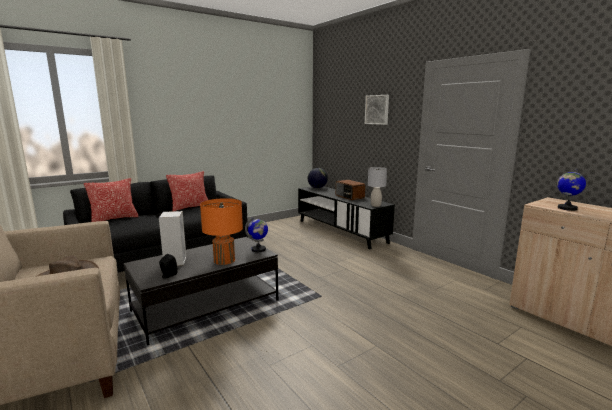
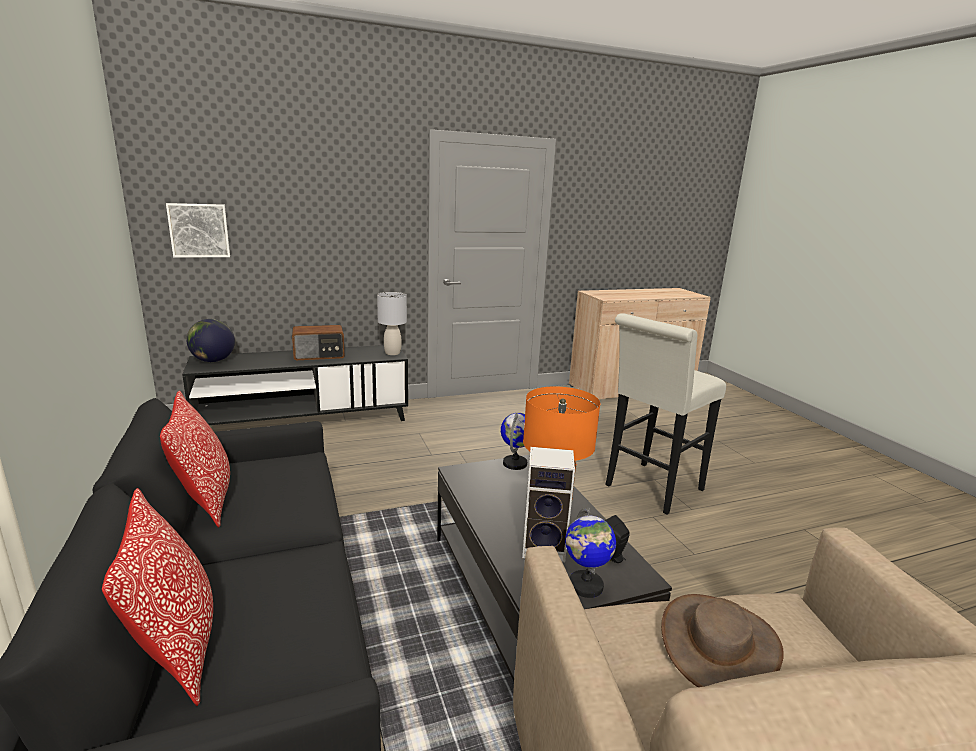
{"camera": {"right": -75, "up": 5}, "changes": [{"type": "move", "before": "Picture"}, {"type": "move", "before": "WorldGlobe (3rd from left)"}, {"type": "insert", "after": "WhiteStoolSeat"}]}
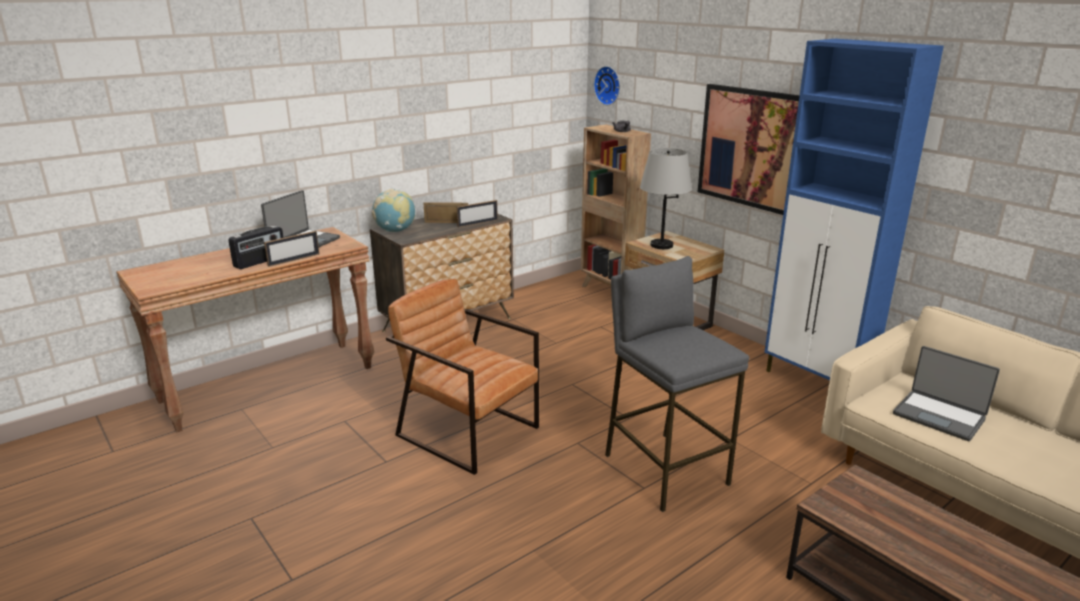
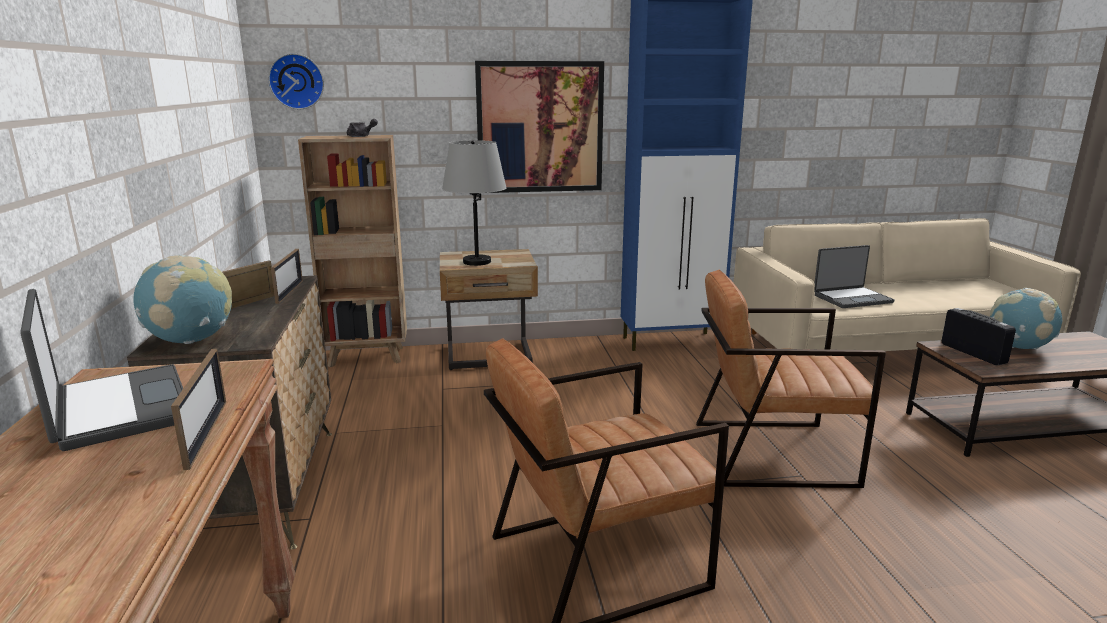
{"camera": {"right": -60, "up": -5}, "changes": [{"type": "move", "before": "RadioReceiver"}, {"type": "replace", "before": "GreyStoolSeat", "after": "BrownEasyChair (2nd from left)"}, {"type": "insert", "after": "WorldGlobe (2nd from left)"}]}
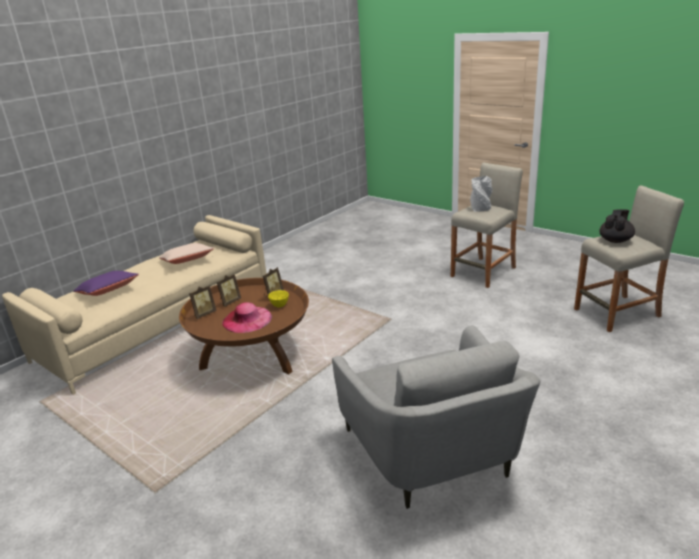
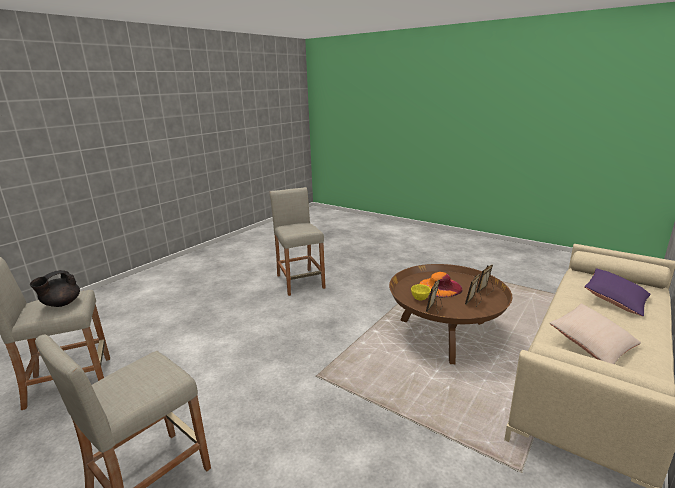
{"camera": {"right": 175, "up": -5}, "changes": [{"type": "delete", "before": "GreyFlowerVase"}, {"type": "recolor", "before": "PinkHat", "after": "OrangeyHat"}, {"type": "replace", "before": "GreyEasyChair", "after": "BeigeColouredStoolSeat (3rd from left)"}]}
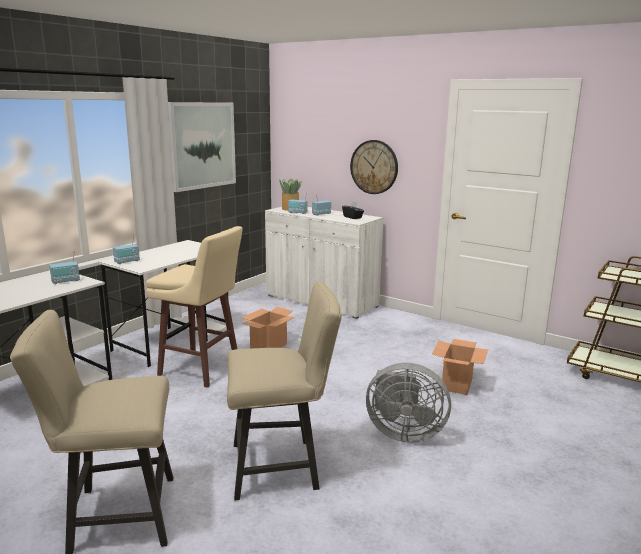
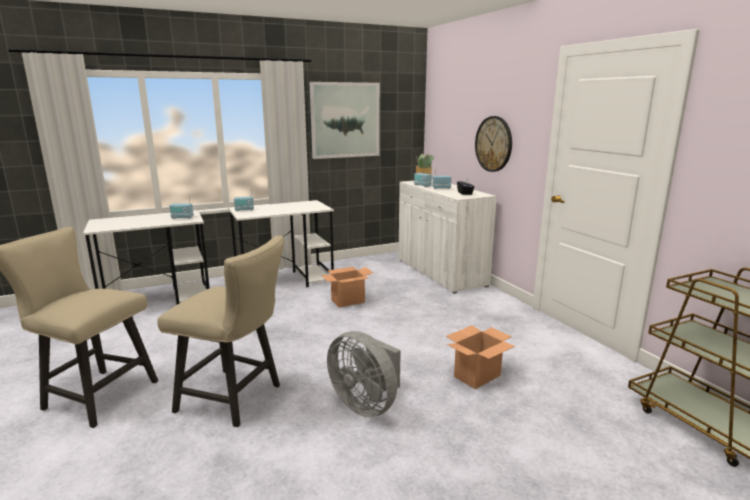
{"camera": {"right": 30, "up": 0}, "changes": [{"type": "delete", "before": "BeigeColouredStoolSeat"}]}
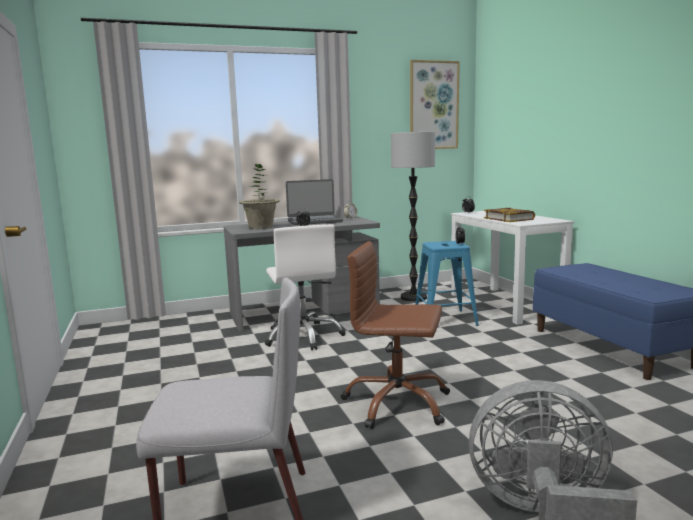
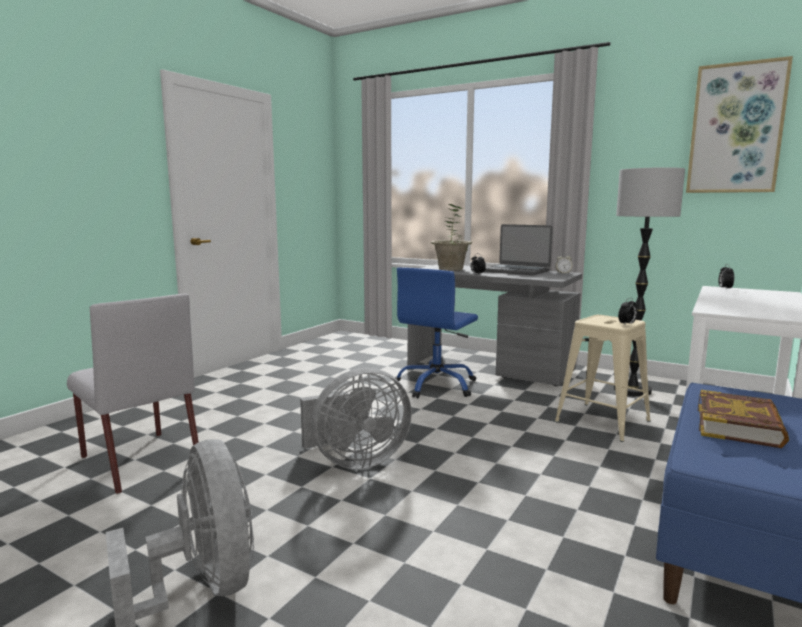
{"camera": {"right": 50, "up": 0}, "changes": [{"type": "move", "before": "Book"}, {"type": "recolor", "before": "WhiteDeskChair", "after": "BlueDeskChair"}, {"type": "replace", "before": "BrownDeskChair", "after": "GreyElectricFan (2nd from left)"}, {"type": "recolor", "before": "BlueStoolSeat", "after": "BeigeColouredStoolSeat"}]}
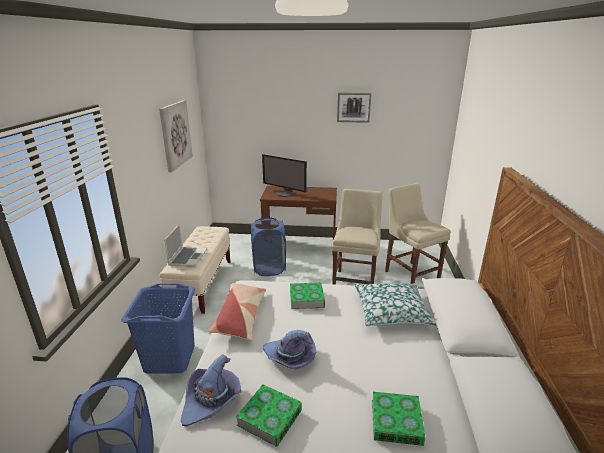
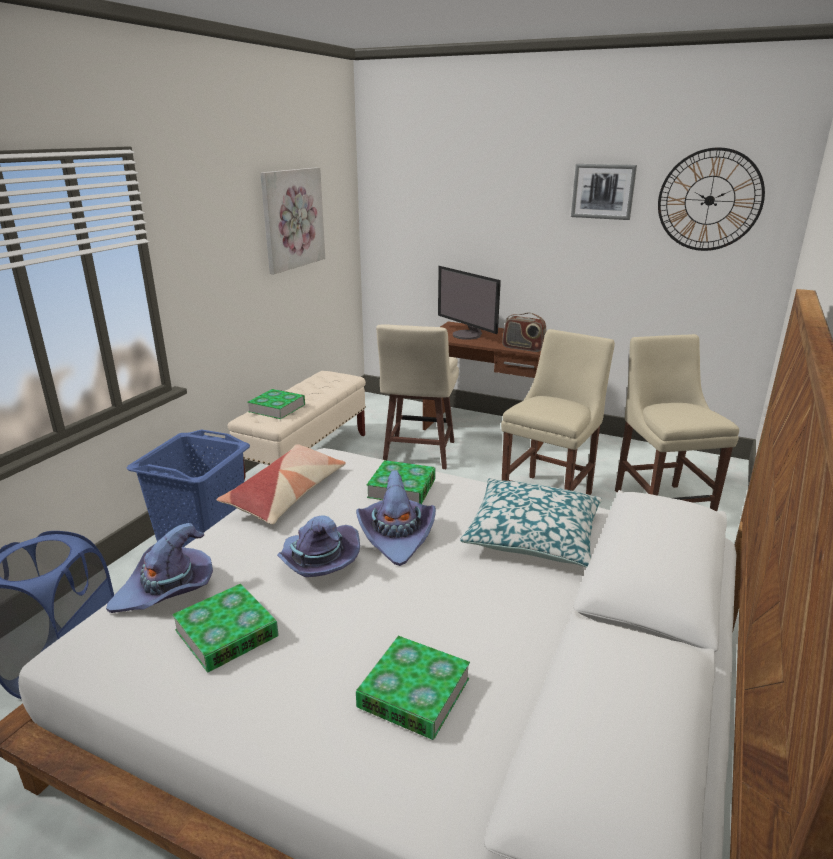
{"camera": {"right": 20, "up": 0}, "changes": [{"type": "replace", "before": "BlueWashingBasket (3rd from left)", "after": "BeigeColouredStoolSeat"}, {"type": "replace", "before": "NotebookComputer", "after": "Book (2nd from left)"}, {"type": "insert", "after": "ClockOnTheWall"}, {"type": "insert", "after": "RadioReceiver"}, {"type": "insert", "after": "PurpleHat (3rd from left)"}]}
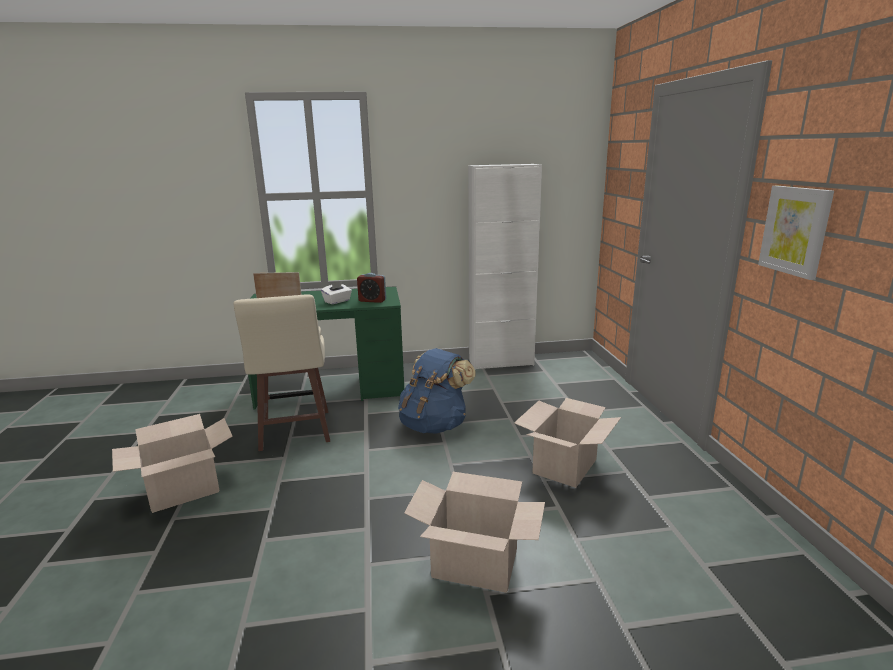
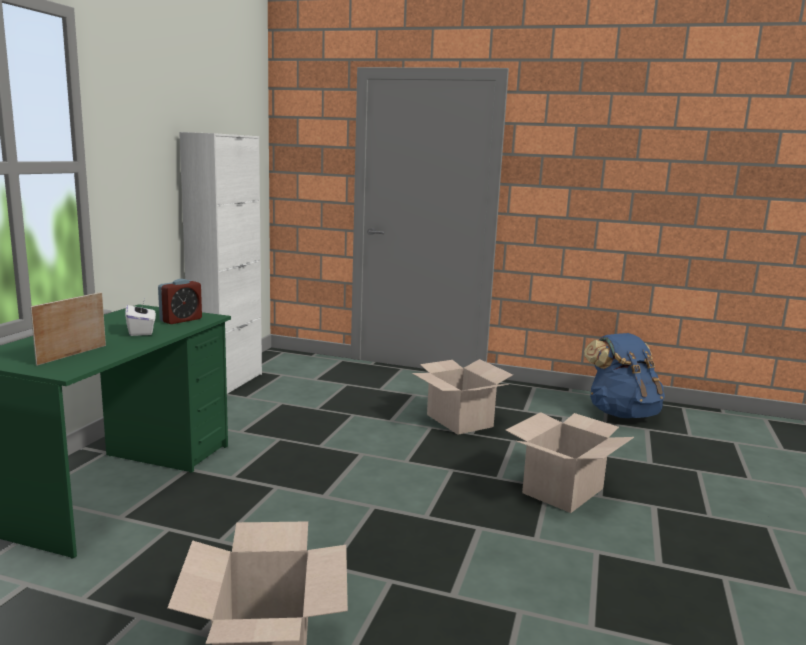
{"camera": {"right": -65, "up": -5}, "changes": [{"type": "delete", "before": "Picture"}, {"type": "delete", "before": "BeigeColouredStoolSeat"}, {"type": "move", "before": "BlueRucksack"}]}
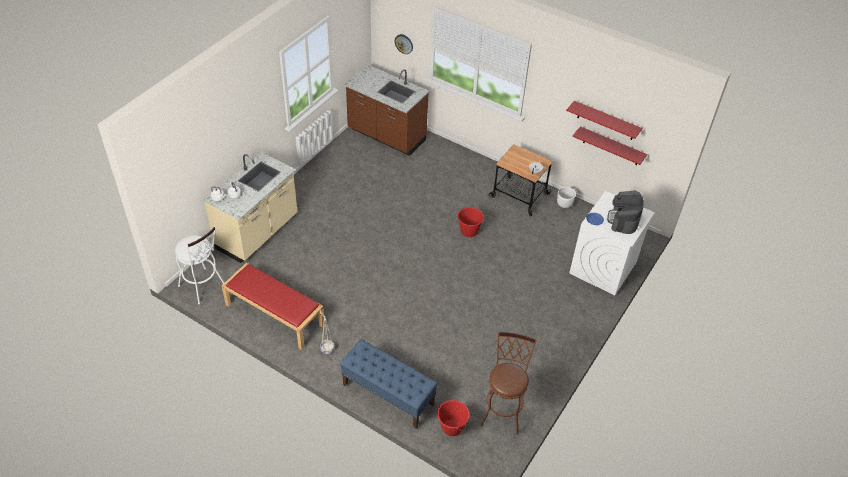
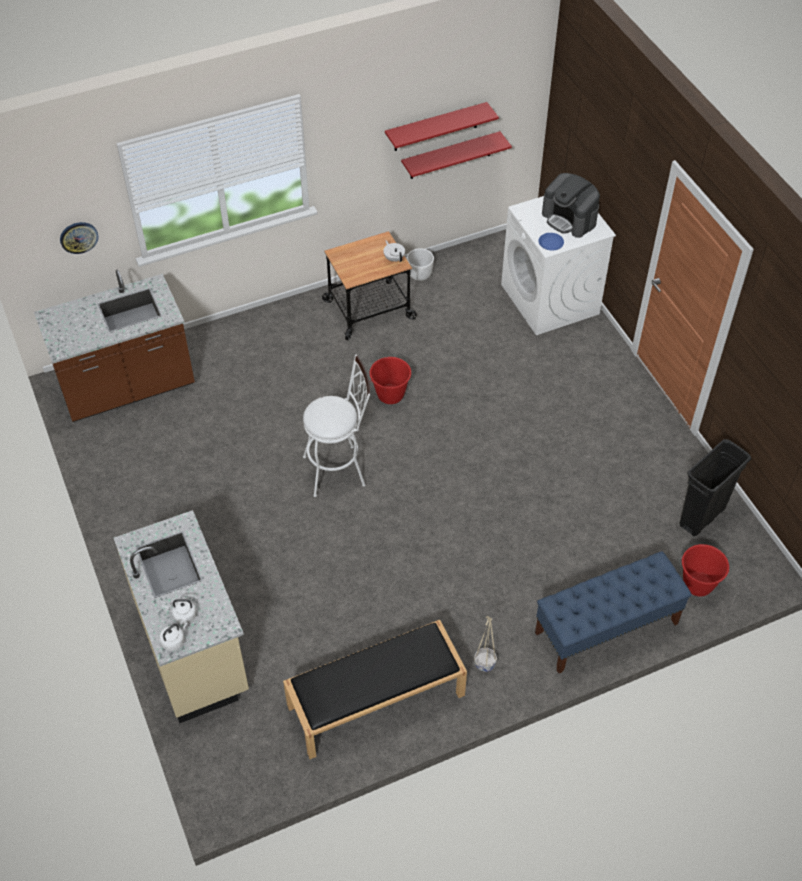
{"camera": {"right": -55, "up": 5}, "changes": [{"type": "move", "before": "WhiteStoolSeat"}, {"type": "recolor", "before": "ReddishBench", "after": "BlackishBench"}, {"type": "replace", "before": "BrownStoolSeat", "after": "BlackishTrashCan"}]}
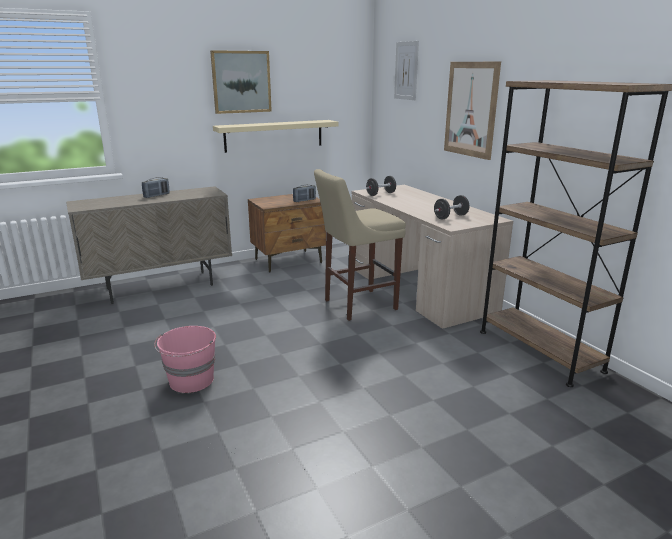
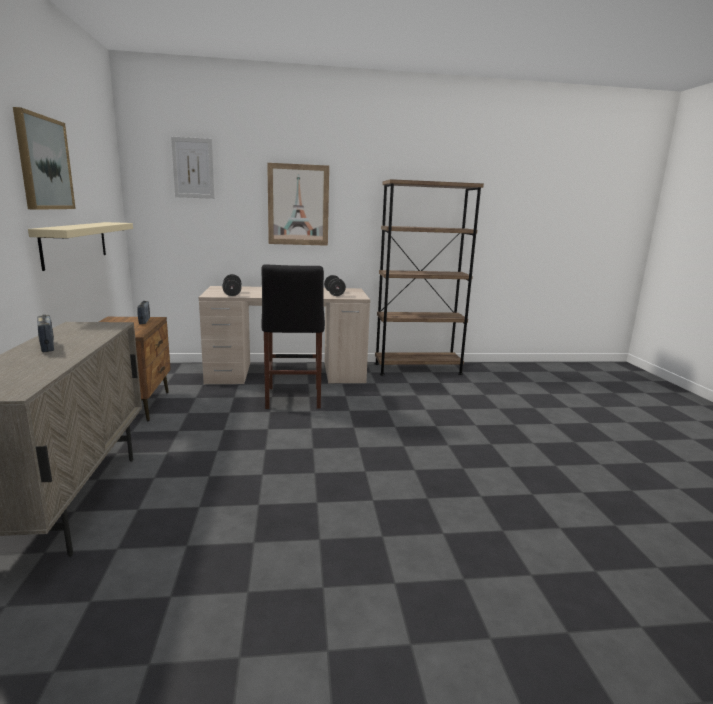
{"camera": {"right": -70, "up": -5}, "changes": [{"type": "recolor", "before": "BeigeColouredStoolSeat", "after": "BlackishStoolSeat"}, {"type": "delete", "before": "PinkPail"}]}
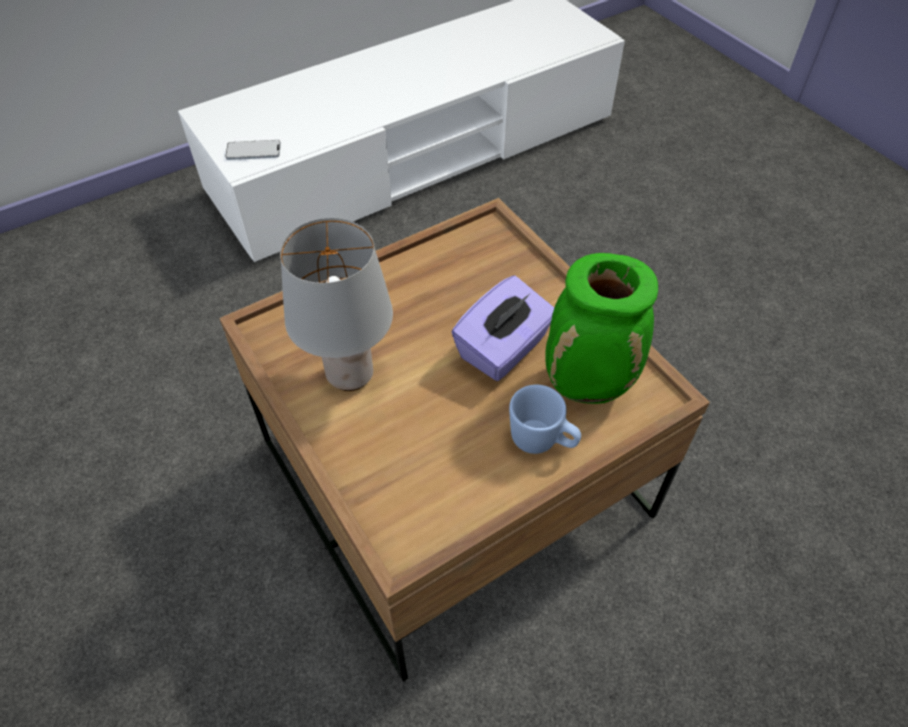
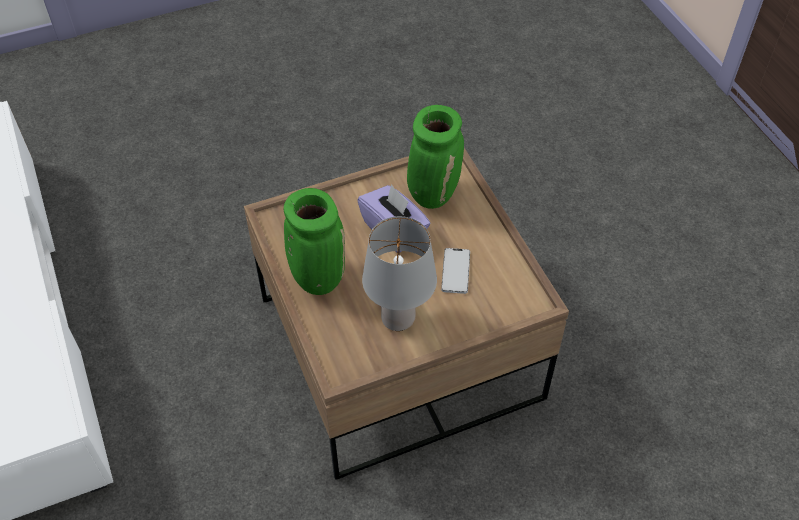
{"camera": {"right": -80, "up": 0}, "changes": [{"type": "move", "before": "Phone"}, {"type": "delete", "before": "BlueMug"}, {"type": "insert", "after": "GreenFlowerVase (1st from left)"}]}
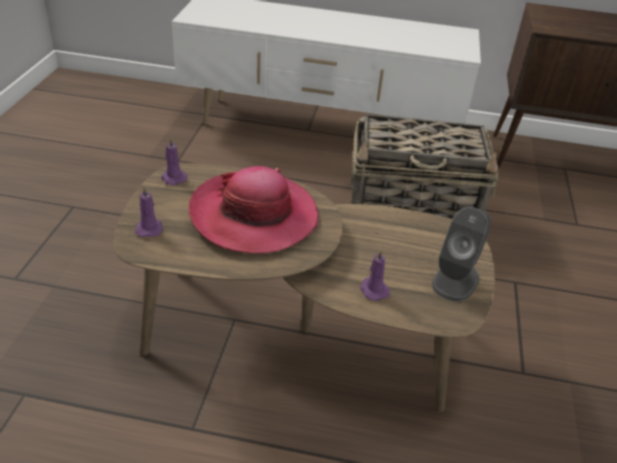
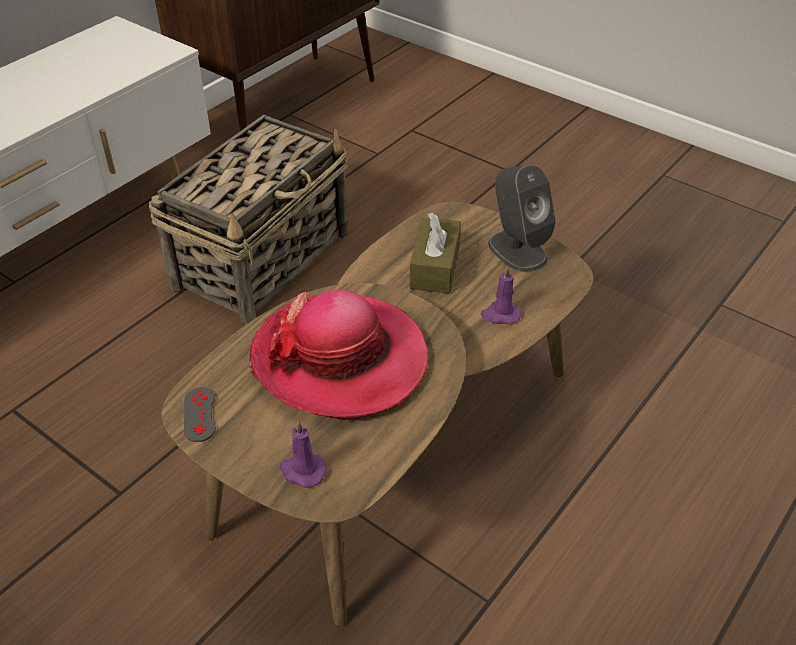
{"camera": {"right": -60, "up": 5}, "changes": [{"type": "replace", "before": "PurpleWaxCandle (2nd from left)", "after": "GreyJoypad"}, {"type": "insert", "after": "BrownTissueHolder"}]}
